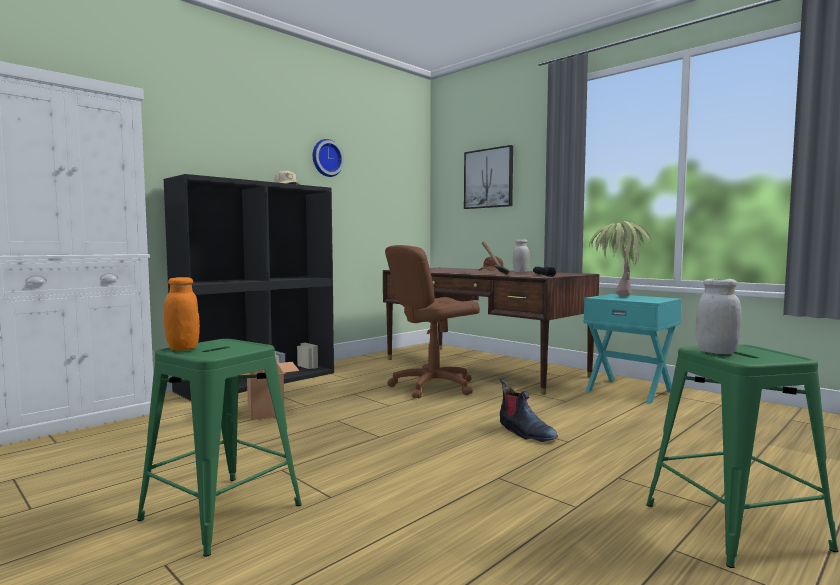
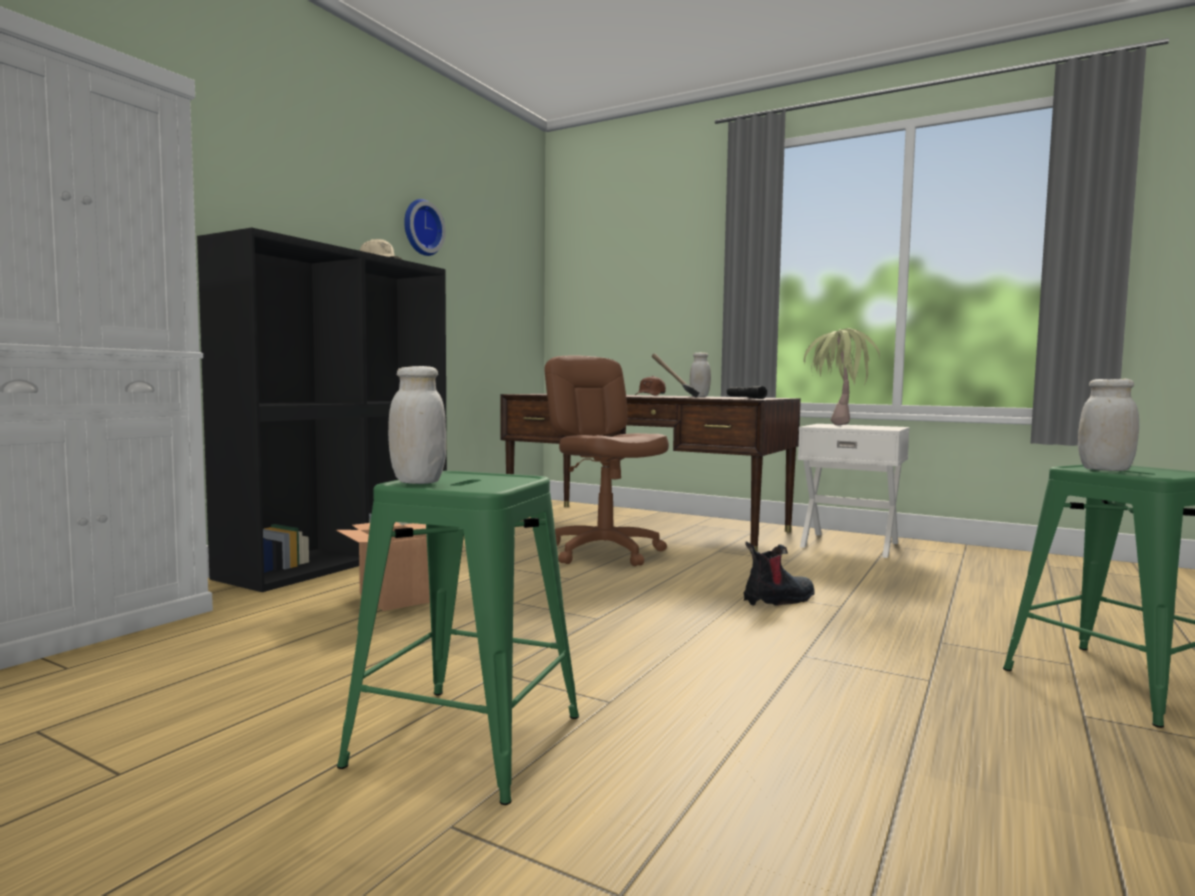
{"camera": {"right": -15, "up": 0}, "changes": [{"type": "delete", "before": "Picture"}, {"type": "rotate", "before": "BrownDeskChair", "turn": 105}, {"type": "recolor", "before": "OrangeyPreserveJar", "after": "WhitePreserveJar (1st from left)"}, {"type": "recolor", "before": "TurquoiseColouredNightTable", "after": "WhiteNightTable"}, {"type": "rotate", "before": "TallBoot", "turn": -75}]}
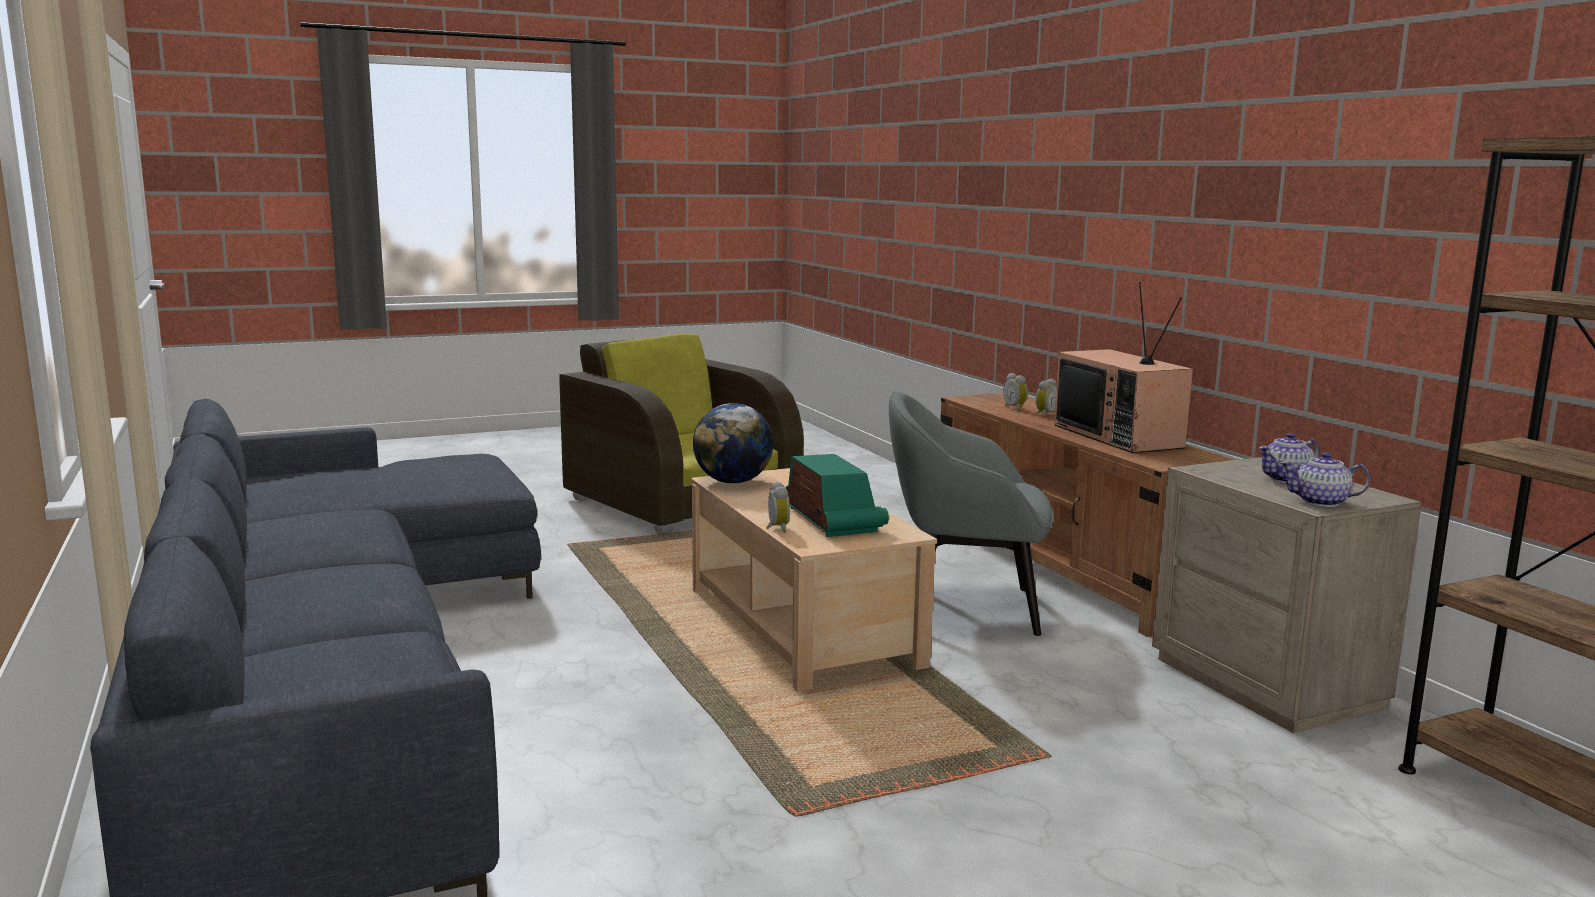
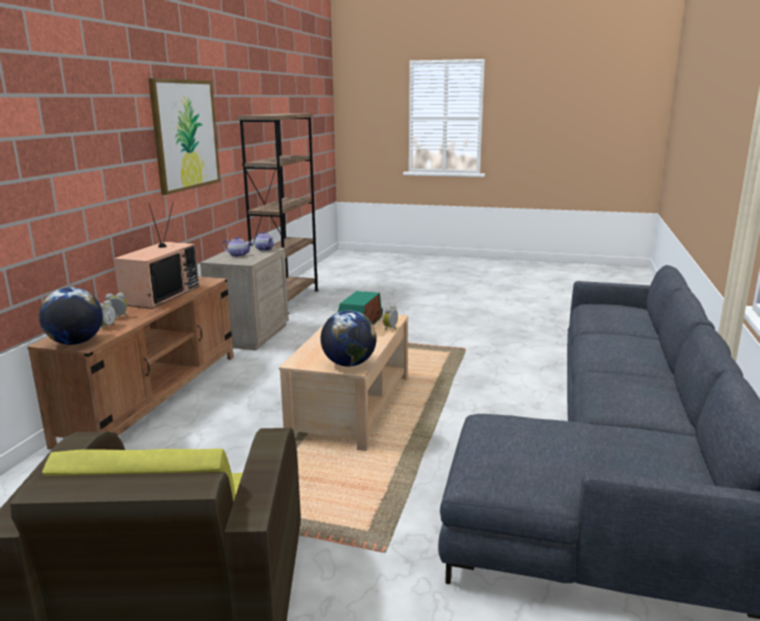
{"camera": {"right": -140, "up": 5}, "changes": [{"type": "delete", "before": "GreyEasyChair"}, {"type": "insert", "after": "Picture"}, {"type": "insert", "after": "WorldGlobe (1st from left)"}]}
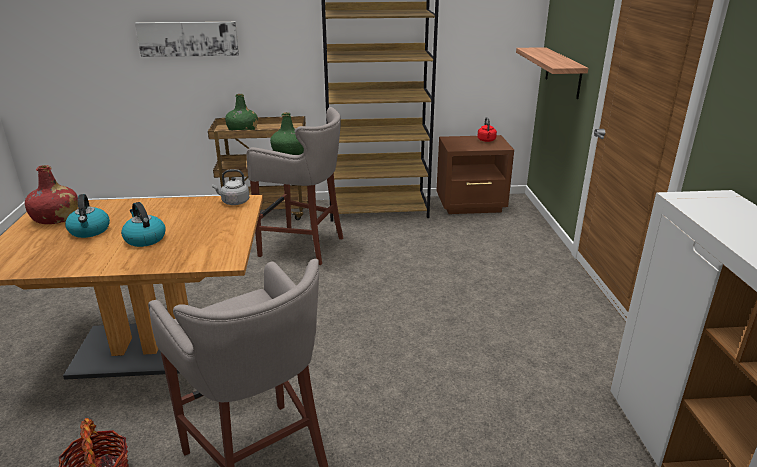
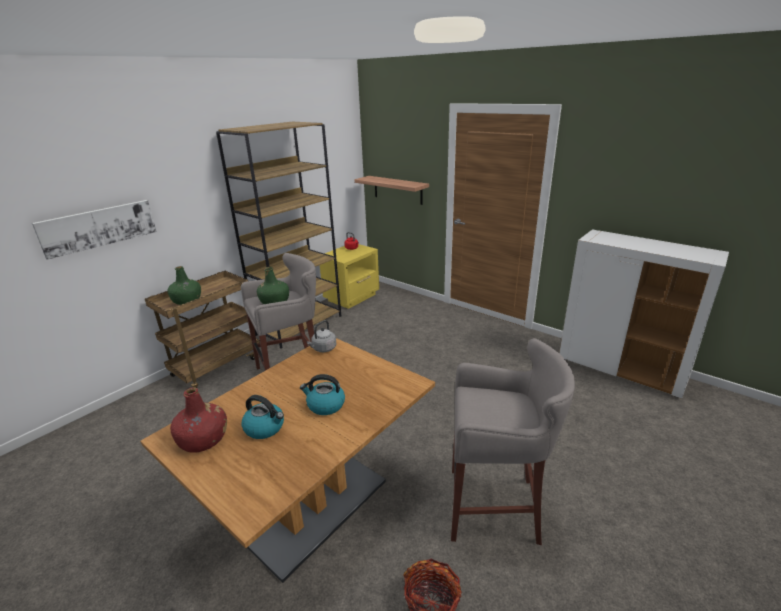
{"camera": {"right": -45, "up": 0}, "changes": [{"type": "recolor", "before": "BrownNightTable", "after": "YellowishNightTable"}]}
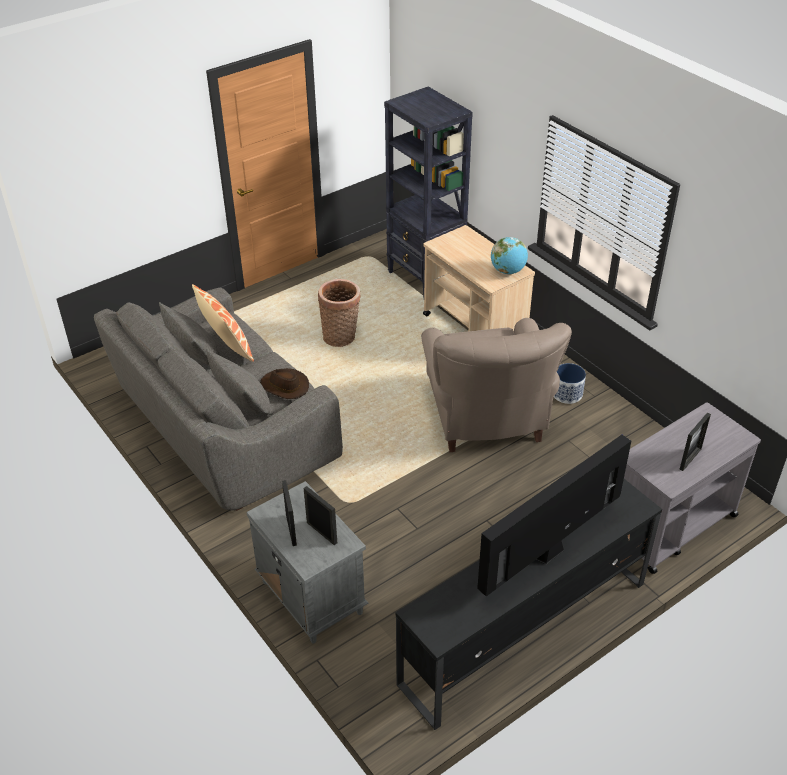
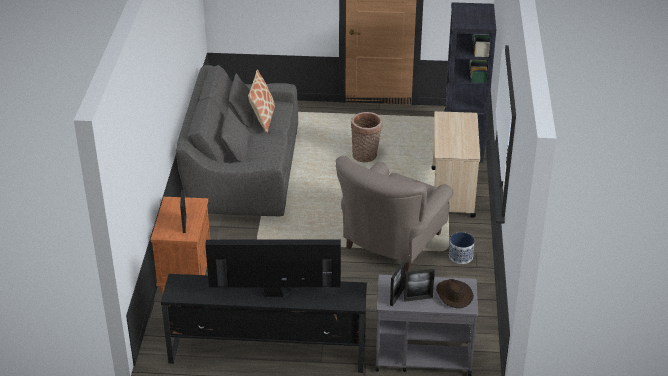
{"camera": {"right": 40, "up": -5}, "changes": [{"type": "delete", "before": "WorldGlobe"}, {"type": "move", "before": "BrownHat"}, {"type": "move", "before": "PictureFrame (1st from left in the first image)", "after": "PictureFrame (2nd from left)"}, {"type": "recolor", "before": "GreyNightTable", "after": "OrangeyNightTable"}]}
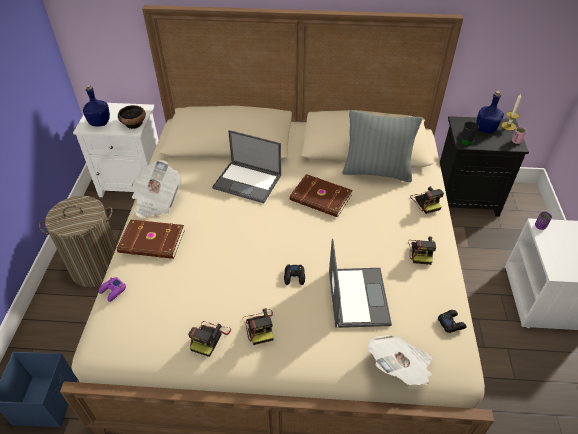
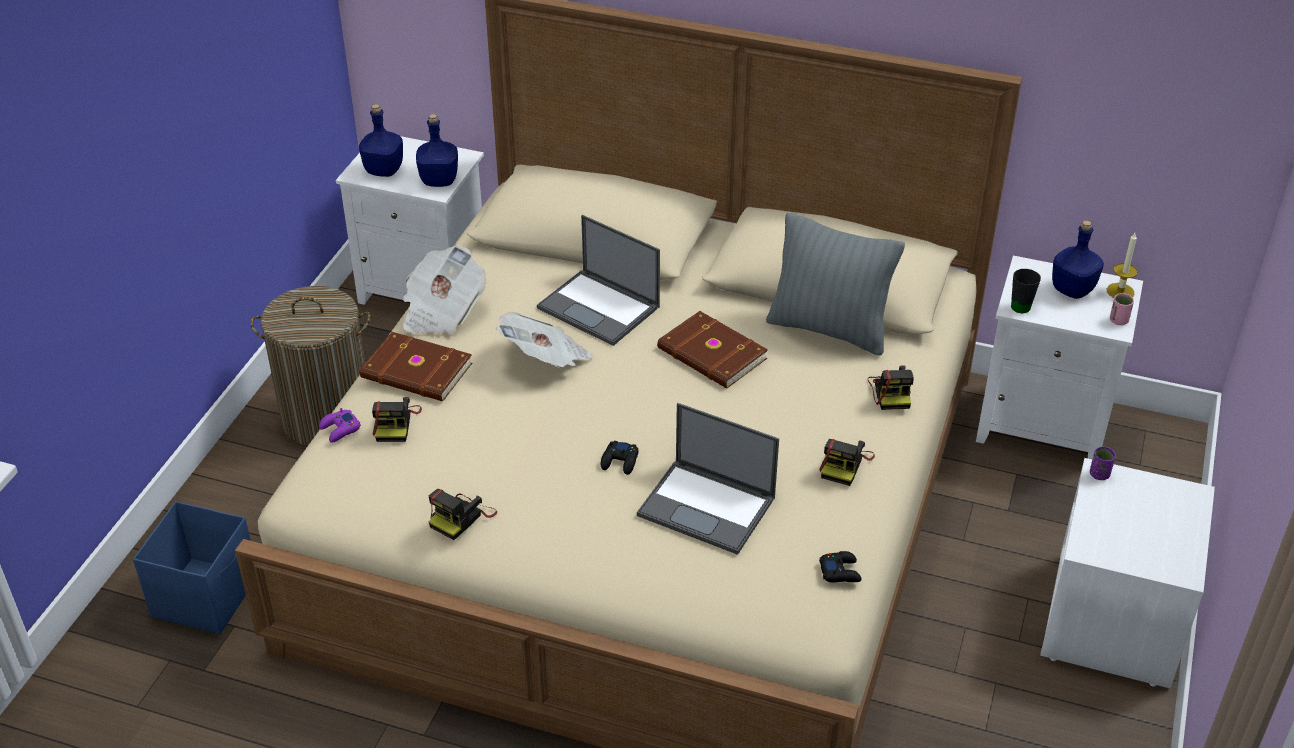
{"camera": {"right": 15, "up": -5}, "changes": [{"type": "replace", "before": "DeepDish", "after": "BlueDrinkBottle (2nd from left)"}, {"type": "recolor", "before": "BlackishNightTable", "after": "WhiteNightTable (2nd from left)"}, {"type": "rotate", "before": "NotebookComputer (2nd from left)", "turn": 105}, {"type": "move", "before": "StillCamera (2nd from left in the first image)", "after": "StillCamera (1st from left)"}, {"type": "move", "before": "PrintedPaper (2nd from left)"}]}
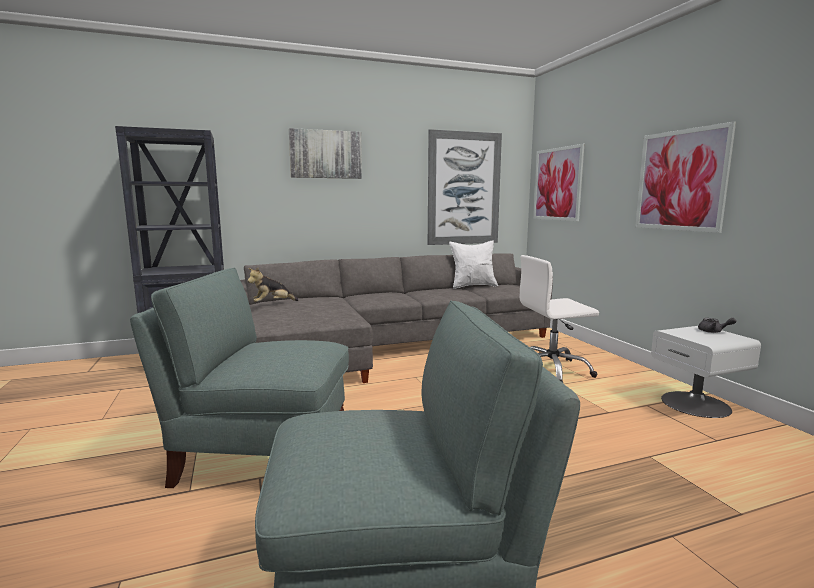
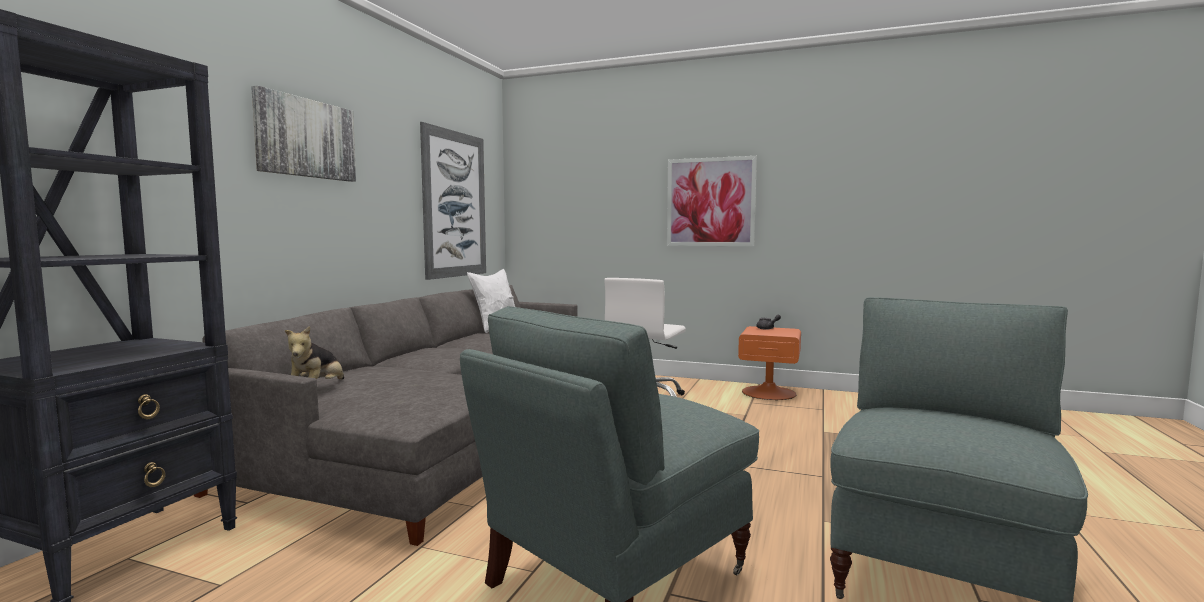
{"camera": {"right": -50, "up": -5}, "changes": [{"type": "delete", "before": "Picture (3rd from left)"}, {"type": "recolor", "before": "WhiteNightTable", "after": "OrangeyNightTable"}]}
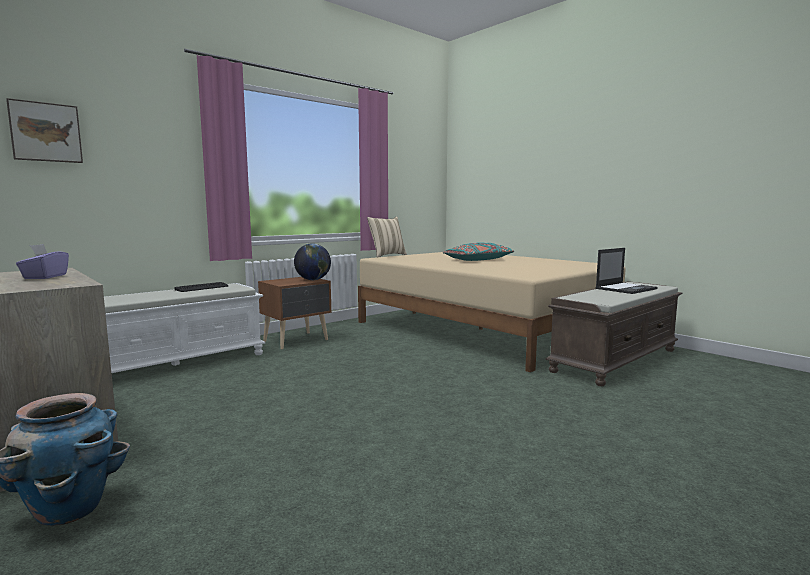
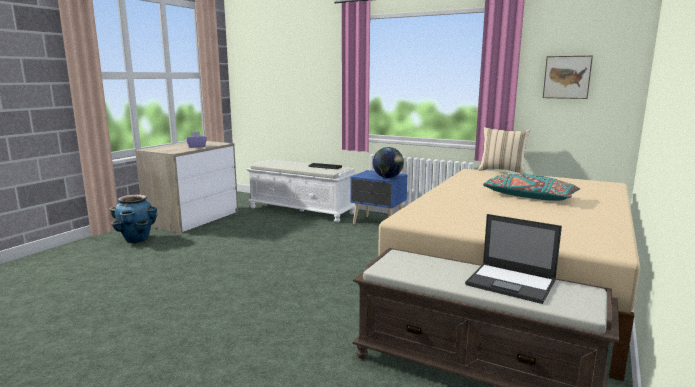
{"camera": {"right": 70, "up": 5}, "changes": [{"type": "move", "before": "Picture"}, {"type": "recolor", "before": "BrownNightTable", "after": "BlueNightTable"}]}
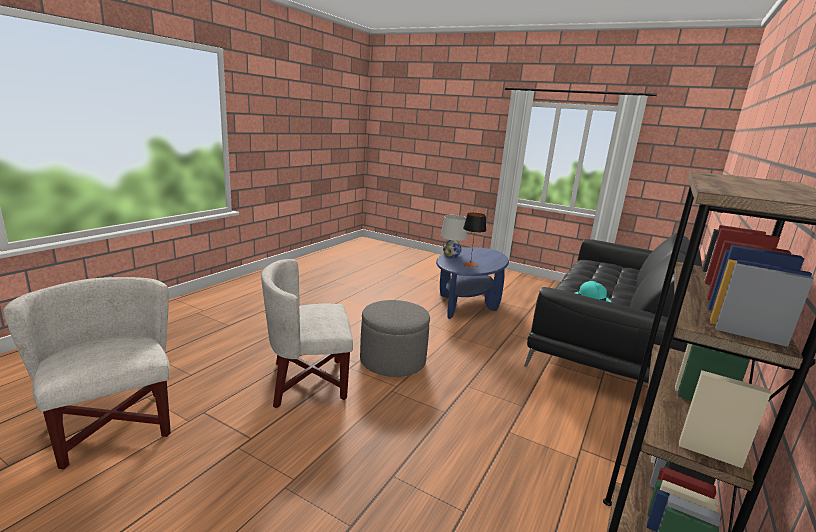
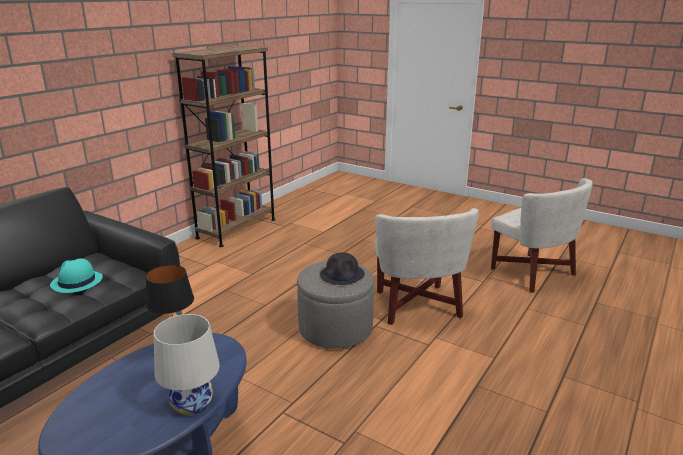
{"camera": {"right": -175, "up": 5}, "changes": [{"type": "rotate", "before": "WhiteEasyChair (2nd from left in the first image)", "turn": 90}, {"type": "insert", "after": "BlackishHat"}]}
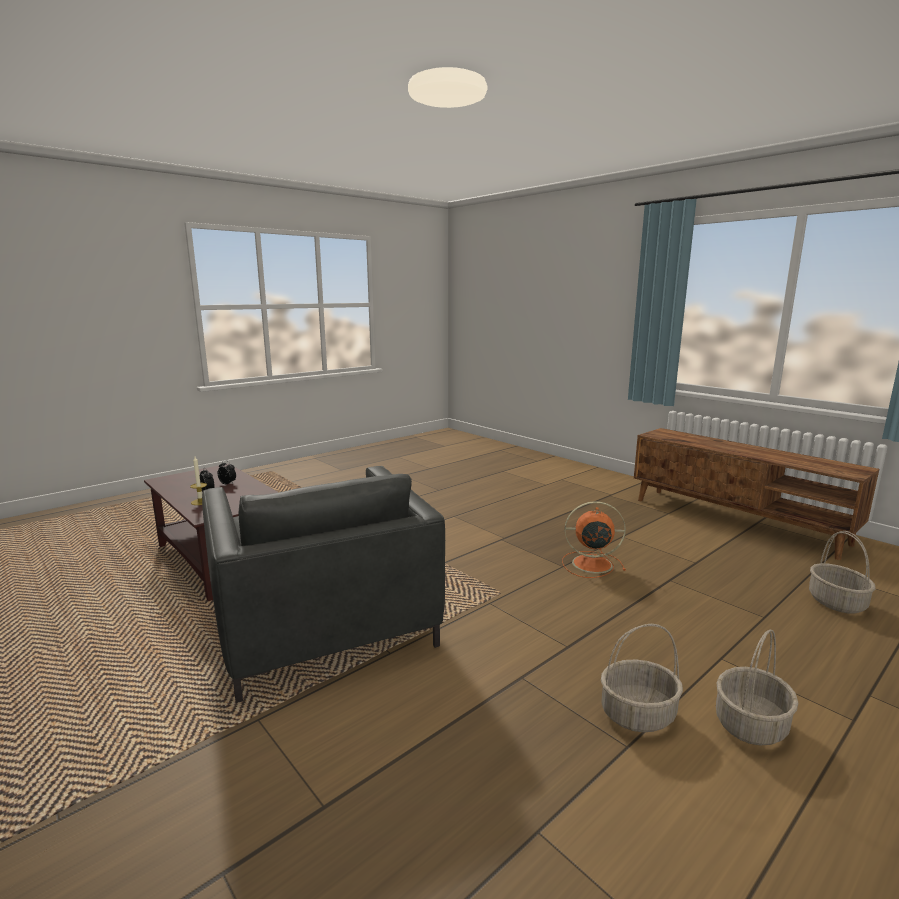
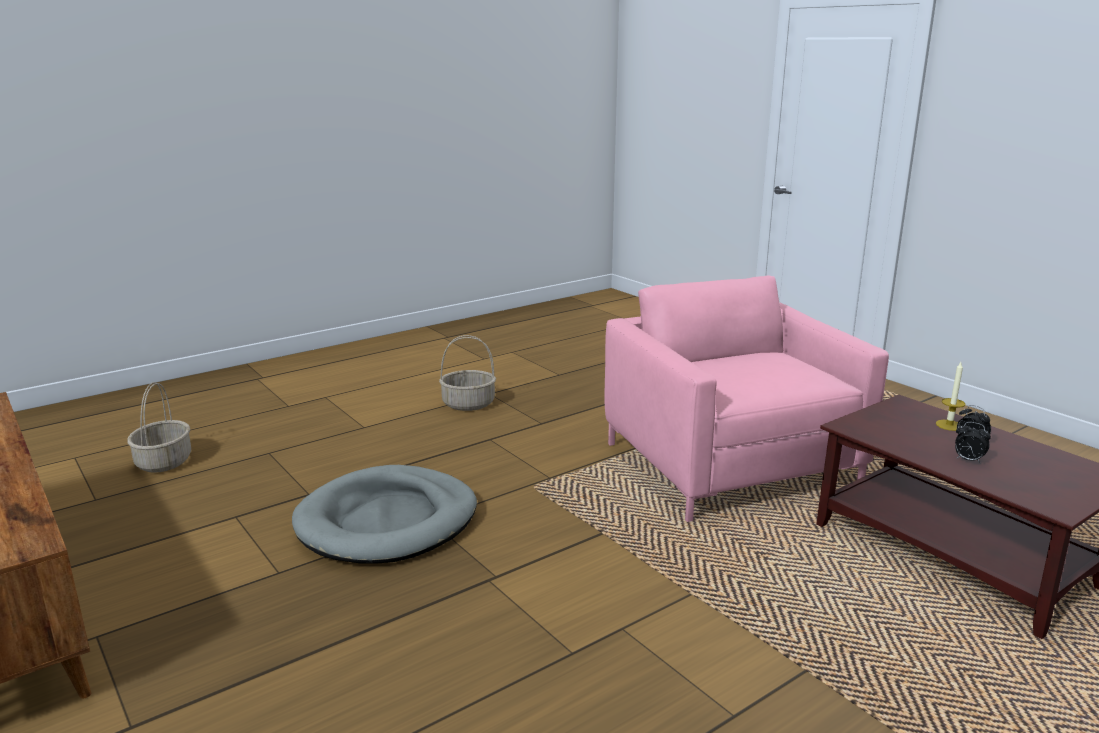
{"camera": {"right": -175, "up": 5}, "changes": [{"type": "recolor", "before": "GreyEasyChair", "after": "PinkEasyChair"}, {"type": "replace", "before": "OrangeyElectricFan", "after": "GreyPetBed"}, {"type": "delete", "before": "Basket (2nd from left)"}]}
